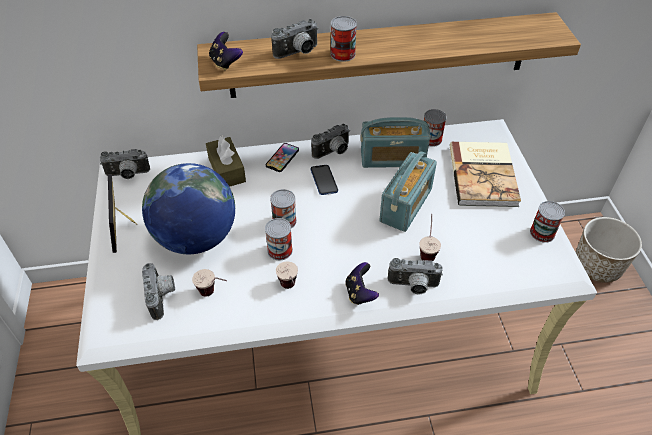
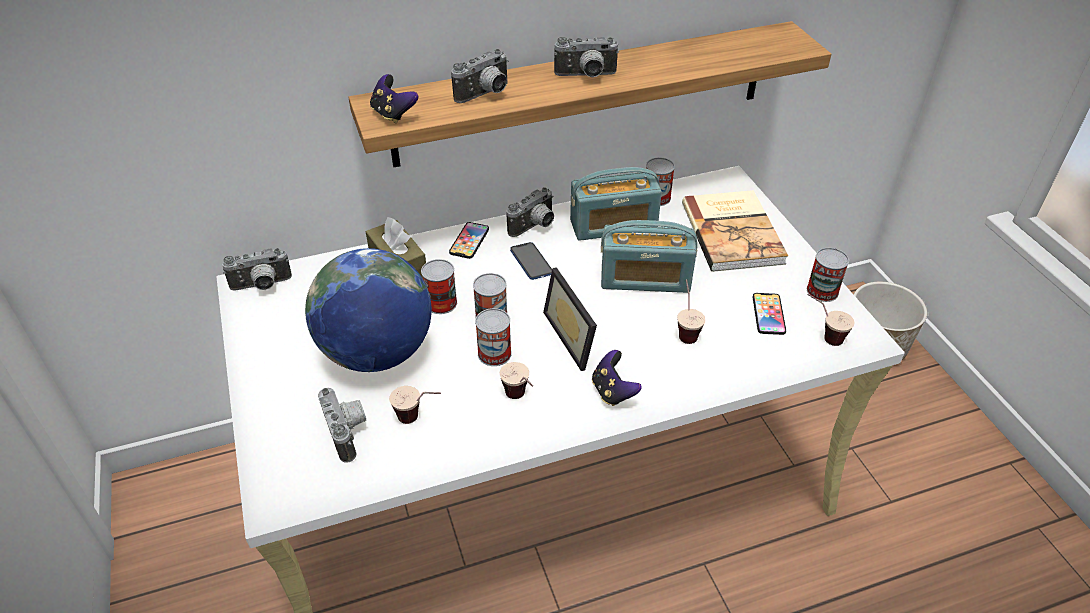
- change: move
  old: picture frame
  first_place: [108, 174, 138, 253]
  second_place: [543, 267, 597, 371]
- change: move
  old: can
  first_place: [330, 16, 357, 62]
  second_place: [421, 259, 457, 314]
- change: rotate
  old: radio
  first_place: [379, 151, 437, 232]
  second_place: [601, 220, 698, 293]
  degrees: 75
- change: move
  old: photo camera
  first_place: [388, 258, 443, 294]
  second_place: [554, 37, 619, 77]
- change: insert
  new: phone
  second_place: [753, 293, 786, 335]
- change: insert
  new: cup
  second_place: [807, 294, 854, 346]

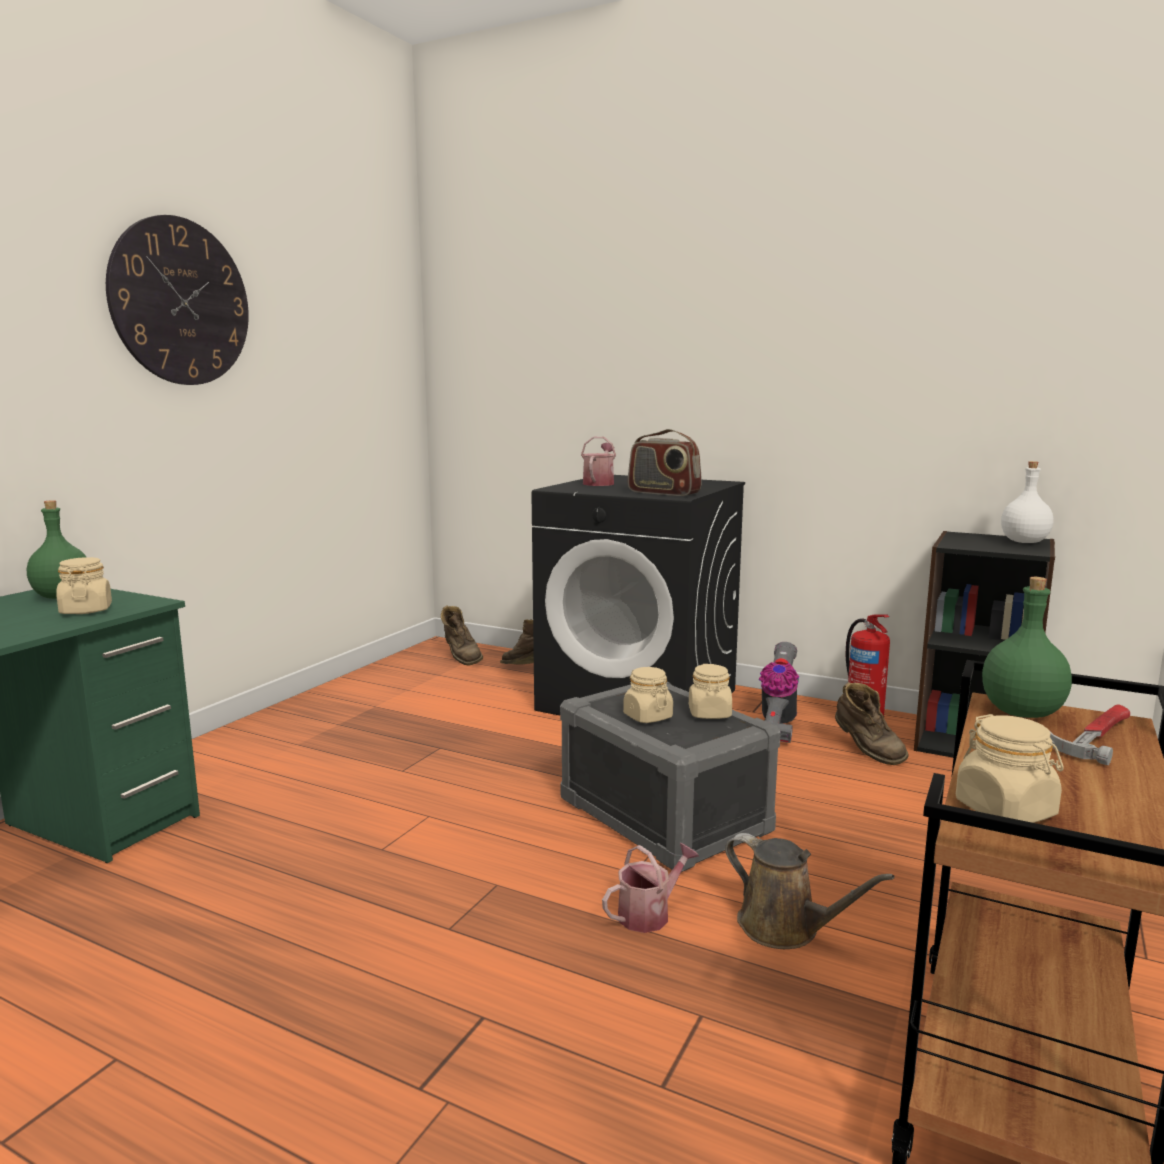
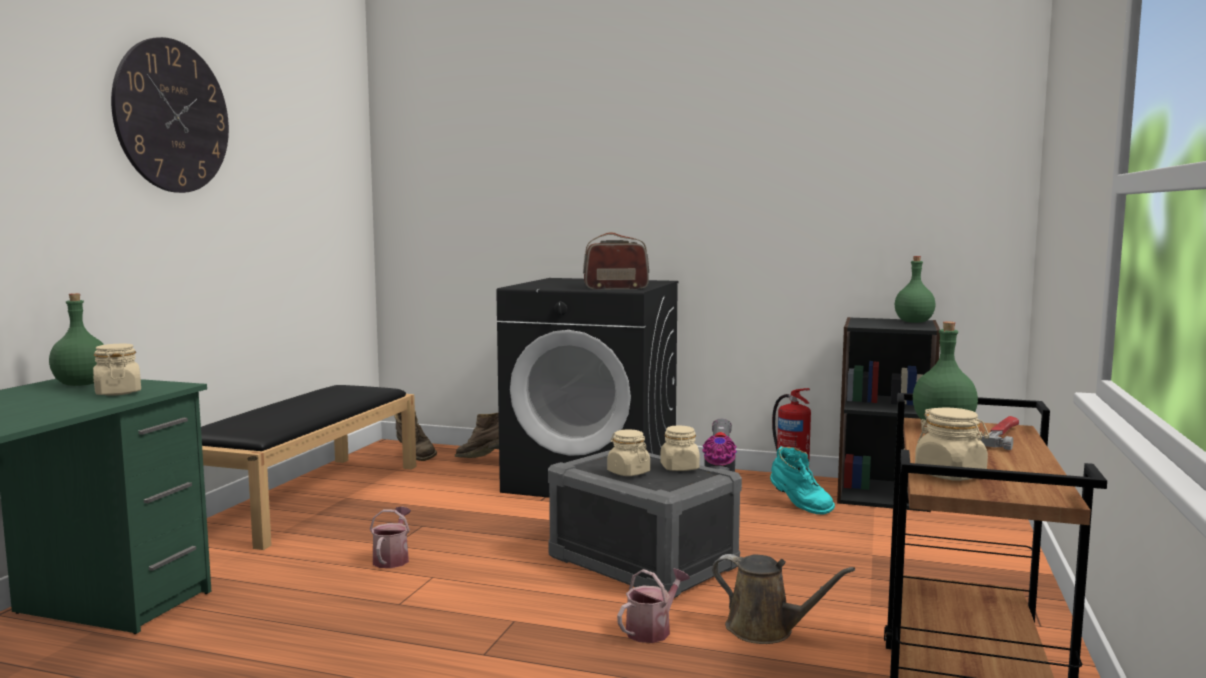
- change: move
  old: watering can
  first_place: [581, 437, 616, 486]
  second_place: [370, 506, 411, 568]
- change: rotate
  old: radio
  first_place: [628, 429, 702, 496]
  second_place: [583, 232, 649, 289]
  degrees: 150
- change: recolor
  old: boot (brown)
  new: boot (turquoise)
  first_place: [835, 682, 909, 765]
  second_place: [770, 446, 835, 515]
- change: recolor
  old: bottle (white)
  new: bottle (green)
  first_place: [1001, 461, 1054, 543]
  second_place: [895, 256, 935, 323]
- change: insert
  new: bench (black)
  second_place: [201, 385, 416, 550]

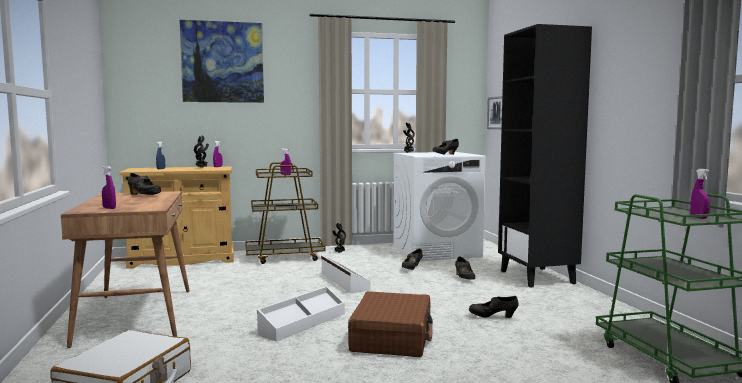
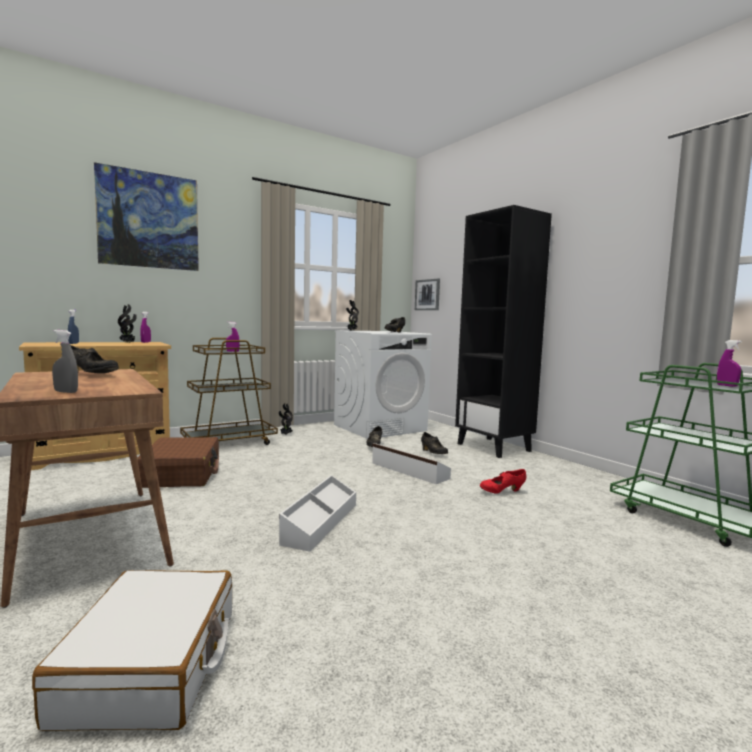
- change: recolor
  old: spray bottle (purple)
  new: spray bottle (grey)
  first_place: [102, 166, 116, 209]
  second_place: [52, 330, 78, 393]
- change: move
  old: storage box (white)
  first_place: [321, 256, 370, 293]
  second_place: [372, 443, 451, 484]
- change: move
  old: suitcase (brown)
  first_place: [348, 291, 433, 357]
  second_place: [137, 437, 219, 488]
- change: recolor
  old: shoe (black)
  new: shoe (red)
  first_place: [469, 296, 519, 318]
  second_place: [480, 469, 526, 494]

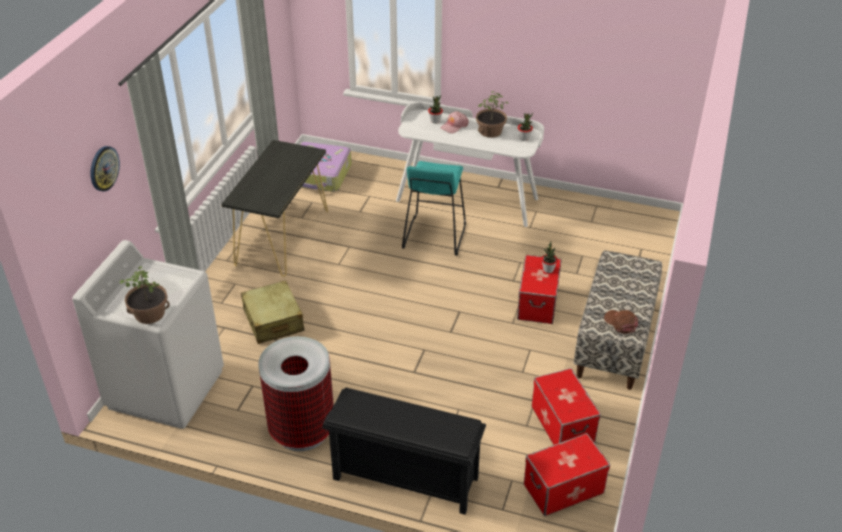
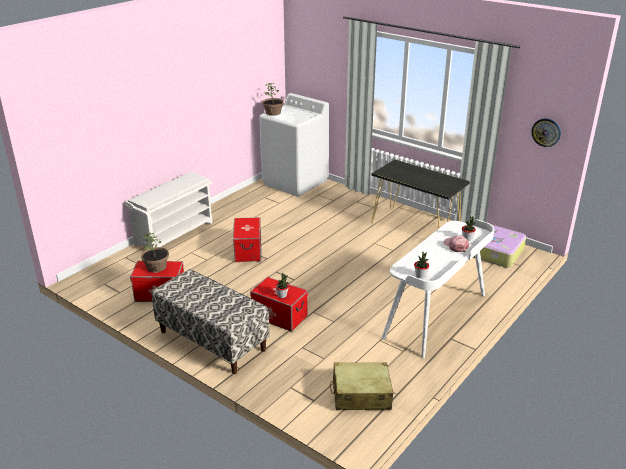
- change: move
  old: wall clock
  first_place: [90, 146, 120, 192]
  second_place: [531, 118, 561, 147]
- change: move
  old: suitcase (beige)
  first_place: [241, 280, 305, 344]
  second_place: [330, 362, 393, 410]
- change: delete
  old: trash can
  first_place: [258, 336, 334, 451]
- change: recolor
  old: shoe rack (black)
  new: shoe rack (white)
  first_place: [323, 387, 486, 515]
  second_place: [125, 172, 213, 248]
- change: delete
  old: stool (turquoise)
  first_place: [402, 161, 466, 256]
- change: move
  old: potted plant
  first_place: [476, 91, 508, 138]
  second_place: [141, 233, 169, 272]
- change: move
  old: storage box
  first_place: [524, 433, 610, 516]
  second_place: [233, 217, 261, 262]
- change: delete
  old: cap (brown)
  first_place: [604, 310, 638, 334]

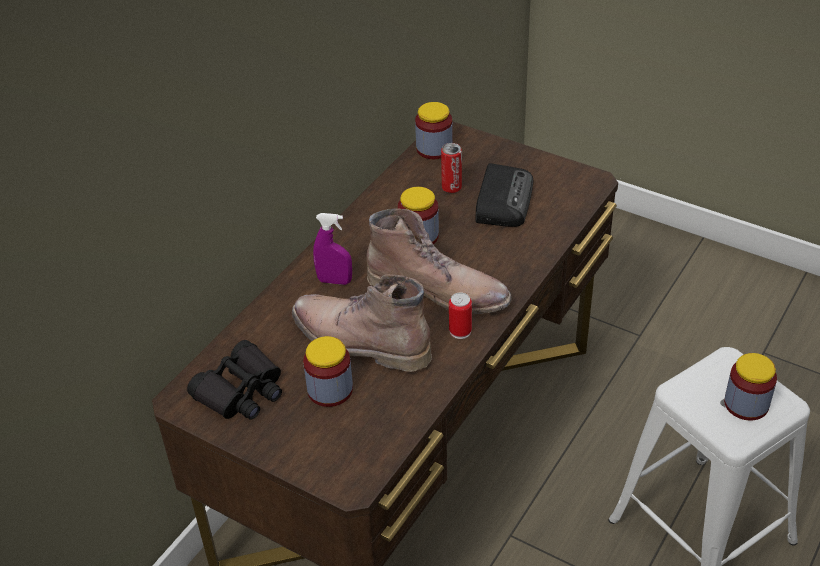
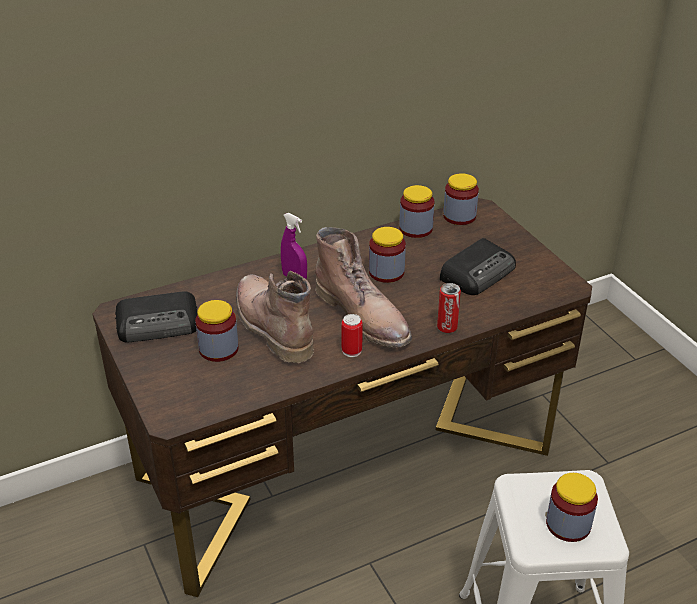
- change: replace
  old: binoculars (black)
  new: radio
  first_place: [187, 340, 282, 420]
  second_place: [115, 291, 198, 343]
- change: move
  old: can
  first_place: [441, 143, 462, 193]
  second_place: [437, 283, 461, 333]
- change: insert
  new: jar
  second_place: [399, 185, 435, 238]

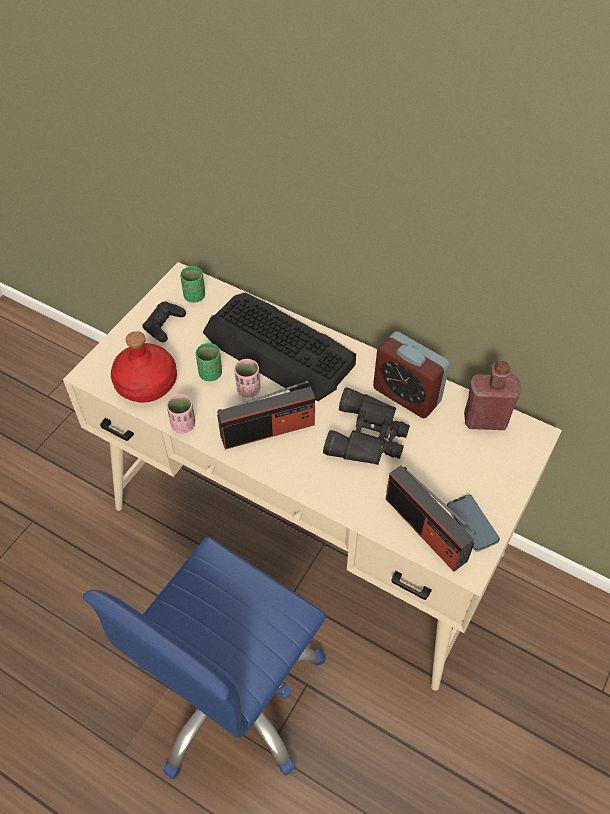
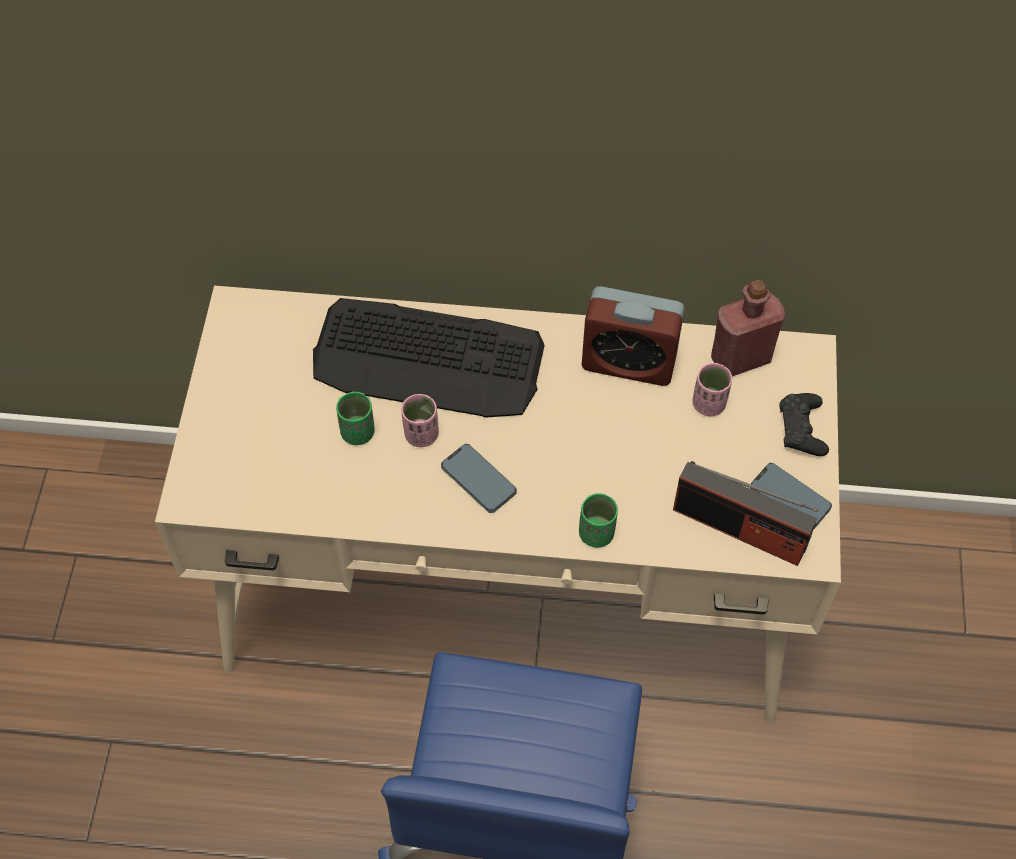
- change: delete
  old: bottle (red)
  first_place: [111, 331, 177, 402]
- change: move
  old: game controller (black)
  first_place: [142, 301, 186, 342]
  second_place: [779, 393, 829, 456]
- change: move
  old: cup (pink)
  first_place: [167, 394, 195, 433]
  second_place: [692, 363, 732, 416]
- change: move
  old: cup (green)
  first_place: [180, 266, 205, 303]
  second_place: [579, 493, 618, 548]
- change: replace
  old: radio
  new: phone
  first_place: [217, 381, 315, 449]
  second_place: [441, 444, 517, 513]
- change: delete
  old: binoculars (black)
  first_place: [323, 387, 410, 465]

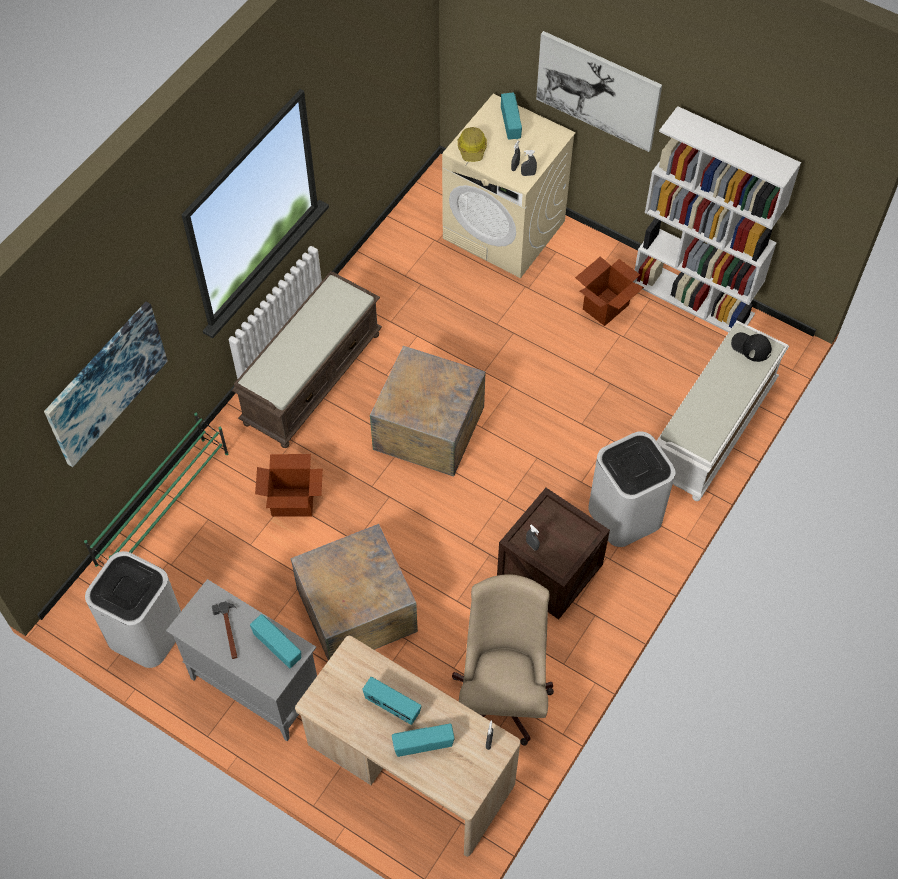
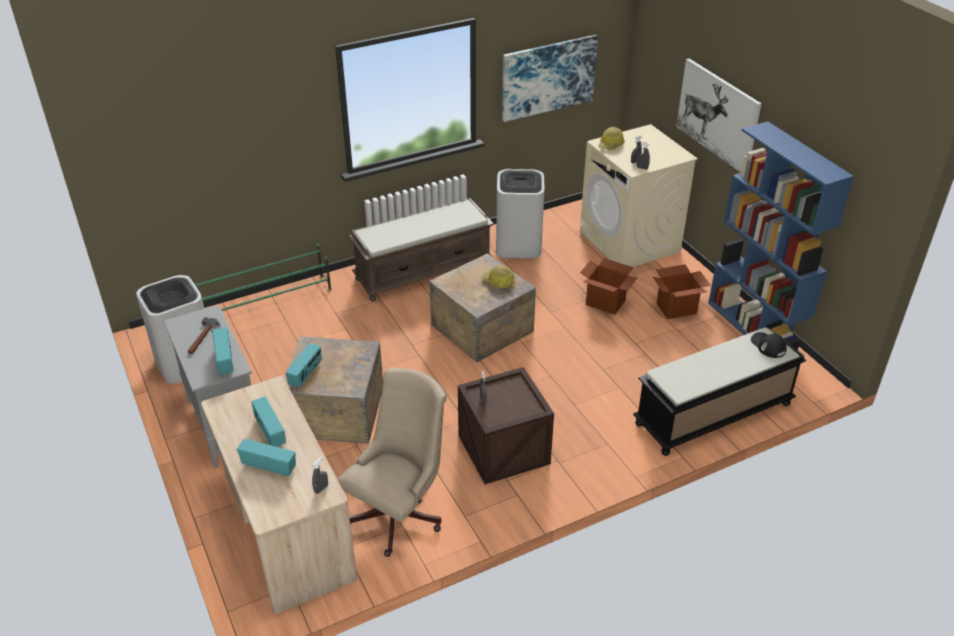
- change: move
  old: picture
  first_place: [44, 302, 168, 467]
  second_place: [502, 35, 598, 122]
- change: move
  old: cardboard box
  first_place: [255, 454, 323, 517]
  second_place: [580, 258, 637, 315]
- change: move
  old: radio
  first_place: [501, 93, 522, 140]
  second_place: [285, 343, 322, 388]
- change: move
  old: trash can (white)
  first_place: [588, 431, 675, 547]
  second_place: [496, 169, 545, 259]
- change: recolor
  old: bookcase (white)
  new: bookcase (blue)
  first_place: [633, 106, 801, 333]
  second_place: [708, 121, 854, 355]
- change: recolor
  old: bench (white)
  new: bench (black)
  first_place: [657, 320, 789, 501]
  second_place: [633, 327, 806, 456]
- change: insert
  new: hard hat
  second_place: [482, 265, 515, 288]

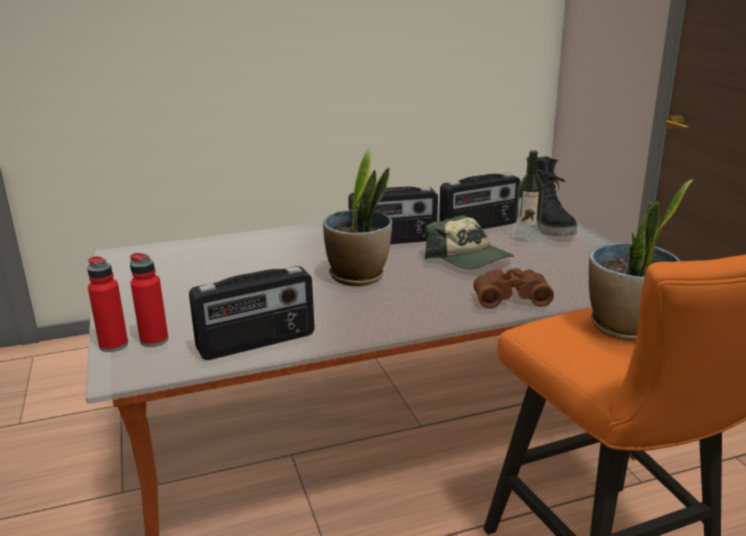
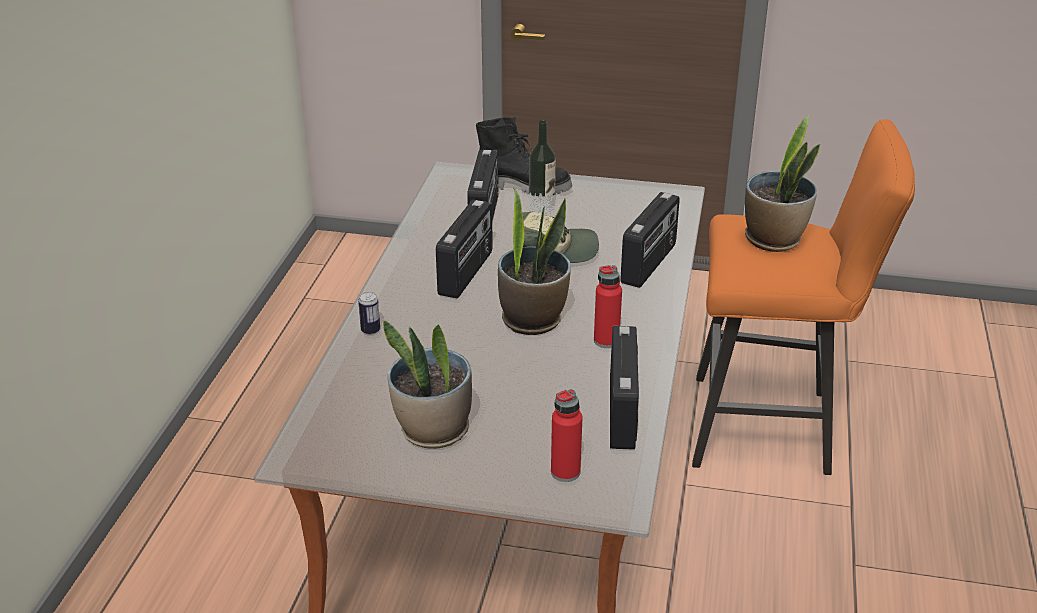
- change: move
  old: bottle (red)
  first_place: [87, 256, 128, 352]
  second_place: [594, 265, 622, 348]
- change: replace
  old: binoculars (brown)
  new: radio
  first_place: [473, 268, 554, 308]
  second_place: [620, 192, 680, 288]
- change: insert
  new: can
  second_place: [358, 292, 380, 335]
- change: insert
  new: potted plant
  second_place: [383, 320, 472, 449]

